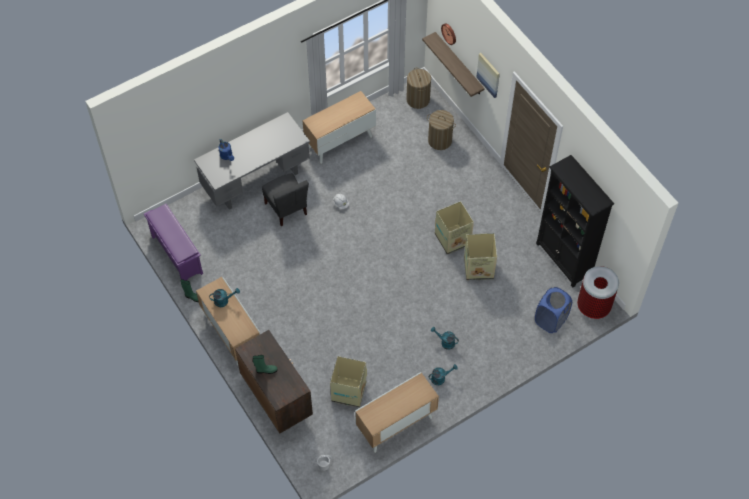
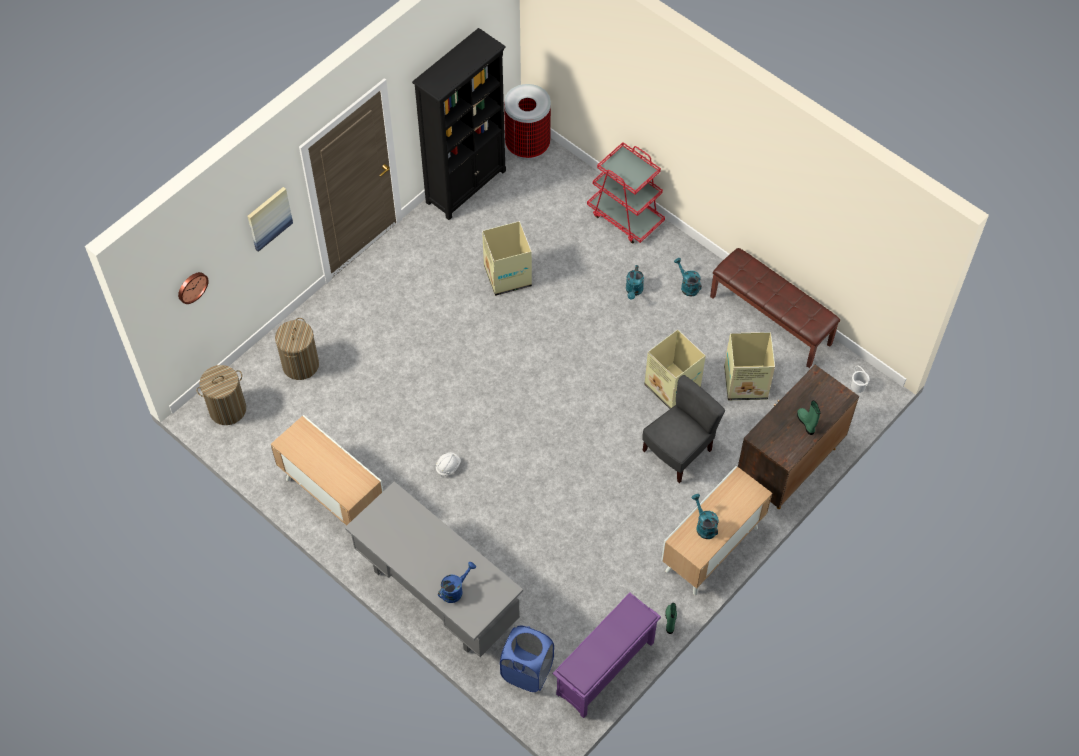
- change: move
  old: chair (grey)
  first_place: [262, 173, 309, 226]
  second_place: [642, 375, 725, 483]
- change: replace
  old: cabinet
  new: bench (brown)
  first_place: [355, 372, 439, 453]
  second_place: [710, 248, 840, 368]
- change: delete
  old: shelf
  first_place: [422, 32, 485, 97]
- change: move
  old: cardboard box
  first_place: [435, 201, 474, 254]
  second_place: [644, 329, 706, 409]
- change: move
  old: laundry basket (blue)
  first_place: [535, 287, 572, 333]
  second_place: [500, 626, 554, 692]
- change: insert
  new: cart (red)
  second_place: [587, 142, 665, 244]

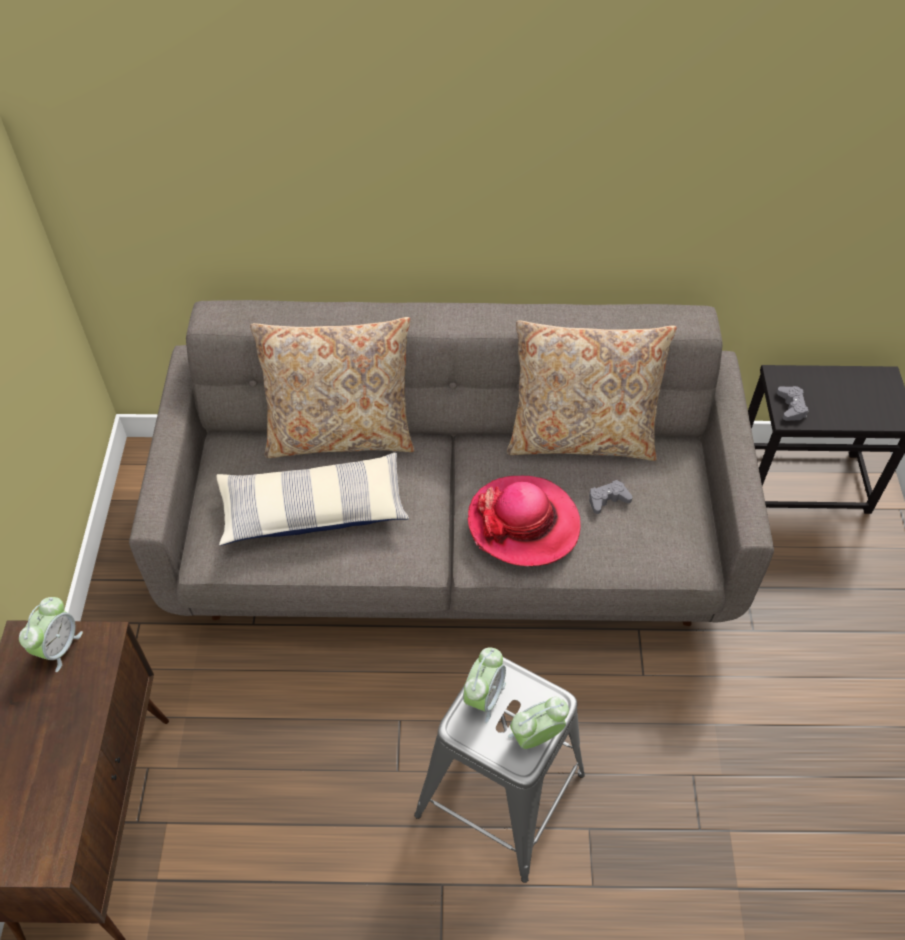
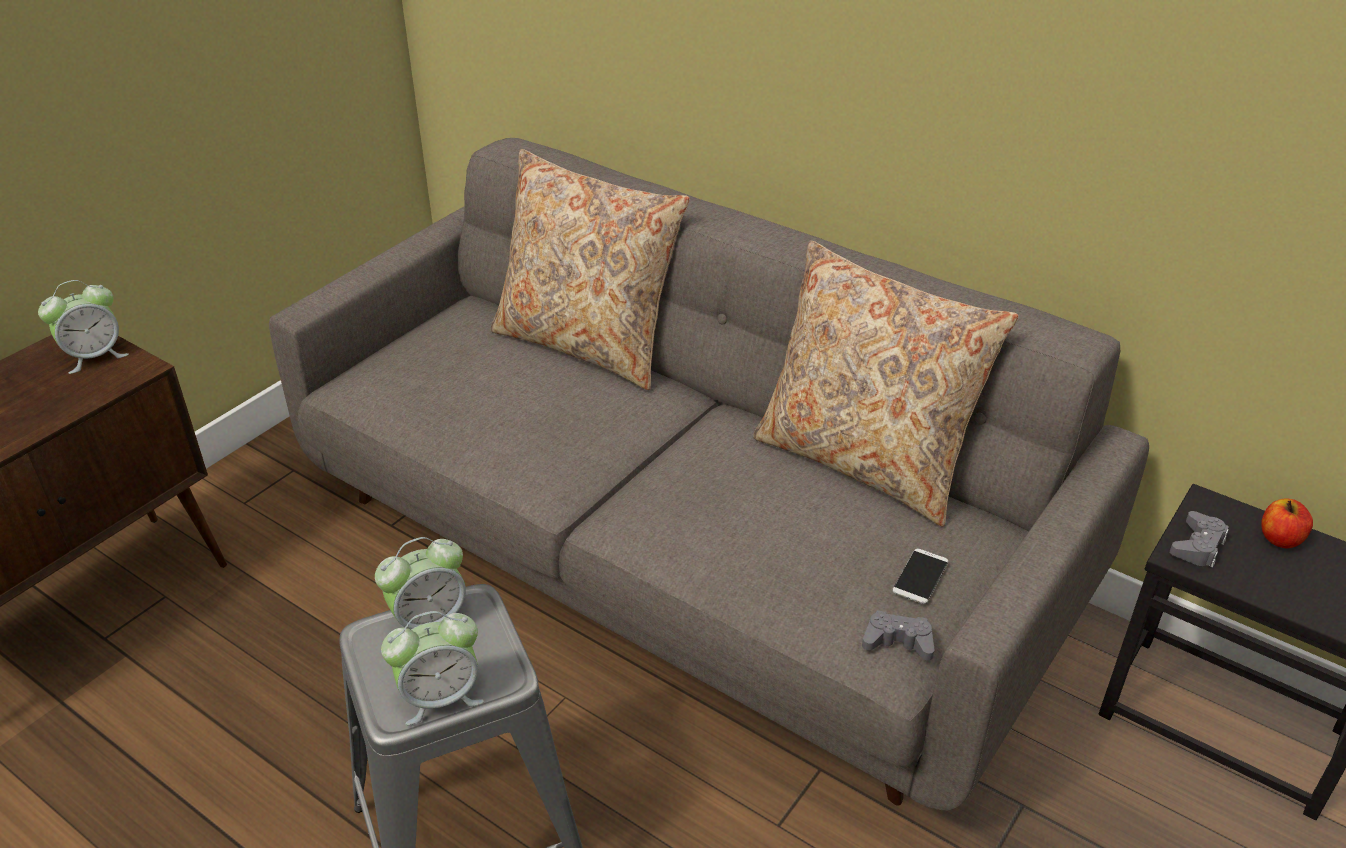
- change: delete
  old: pillow
  first_place: [216, 453, 409, 546]
- change: delete
  old: hat
  first_place: [468, 475, 581, 566]
- change: rotate
  old: alarm clock
  first_place: [508, 697, 569, 749]
  second_place: [381, 611, 484, 725]
  degrees: 150
- change: move
  old: game controller (grey)
  first_place: [589, 480, 632, 514]
  second_place: [862, 610, 935, 660]
- change: insert
  new: phone
  second_place: [892, 548, 948, 604]
- change: insert
  new: apple
  second_place: [1261, 499, 1313, 548]

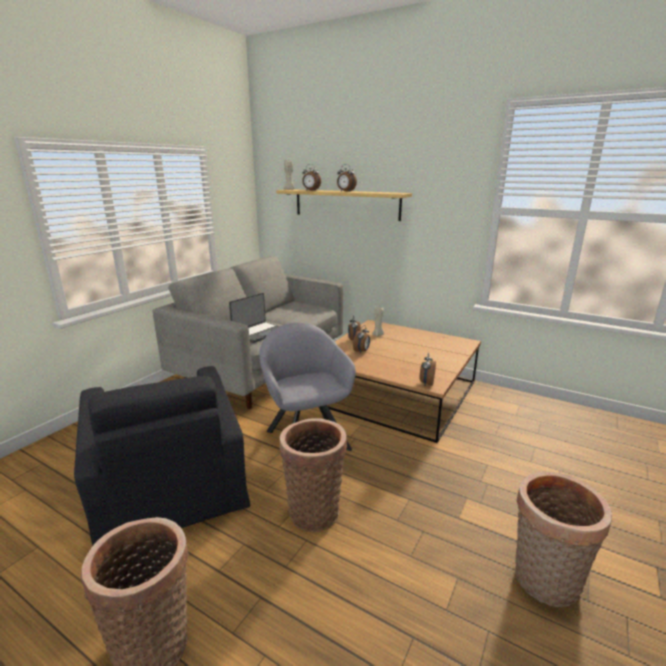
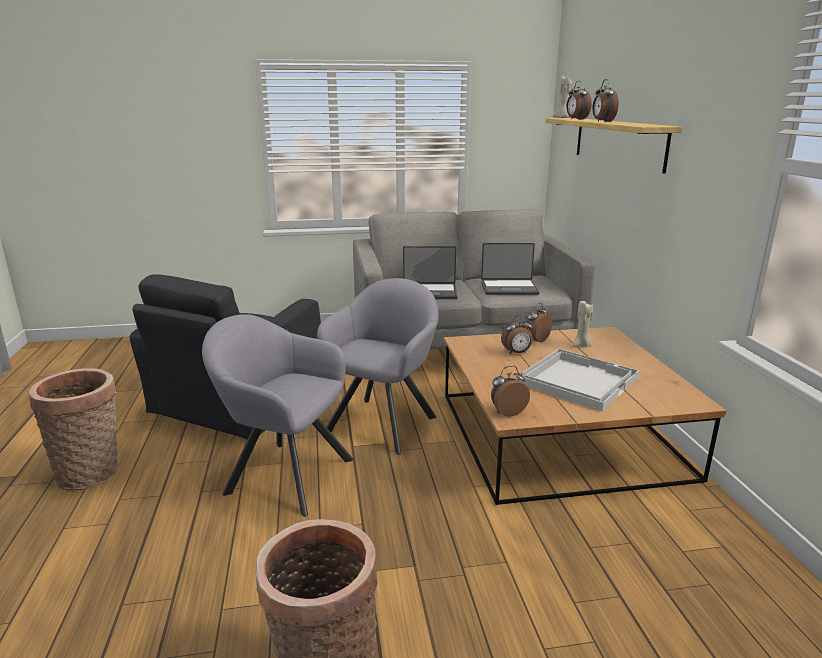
- change: replace
  old: basket
  new: armchair (grey)
  first_place: [280, 418, 347, 532]
  second_place: [202, 314, 353, 517]
- change: insert
  new: laptop
  second_place: [481, 243, 540, 295]
- change: insert
  new: tray (white)
  second_place: [517, 349, 639, 411]

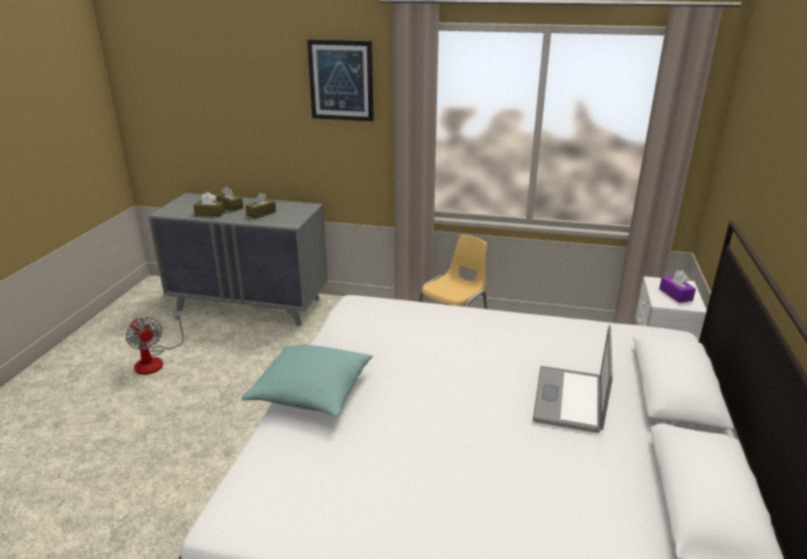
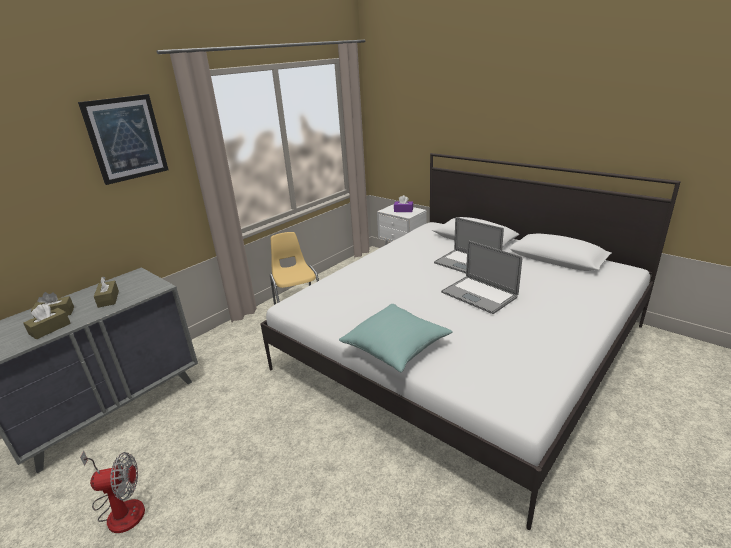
- change: insert
  new: laptop
  second_place: [441, 240, 522, 314]

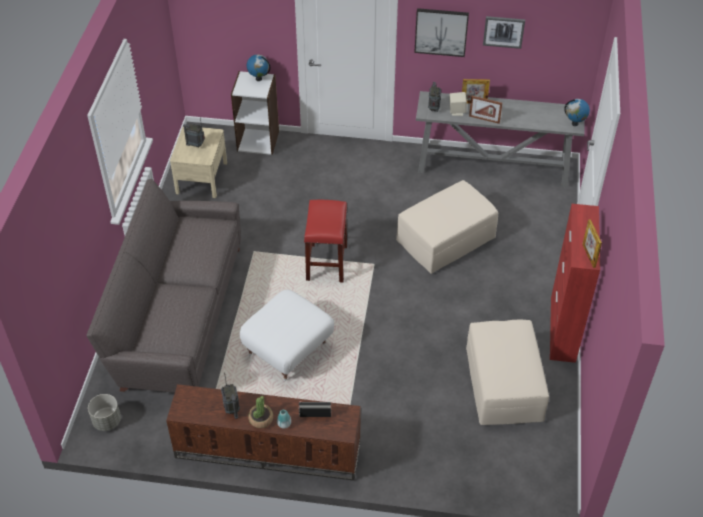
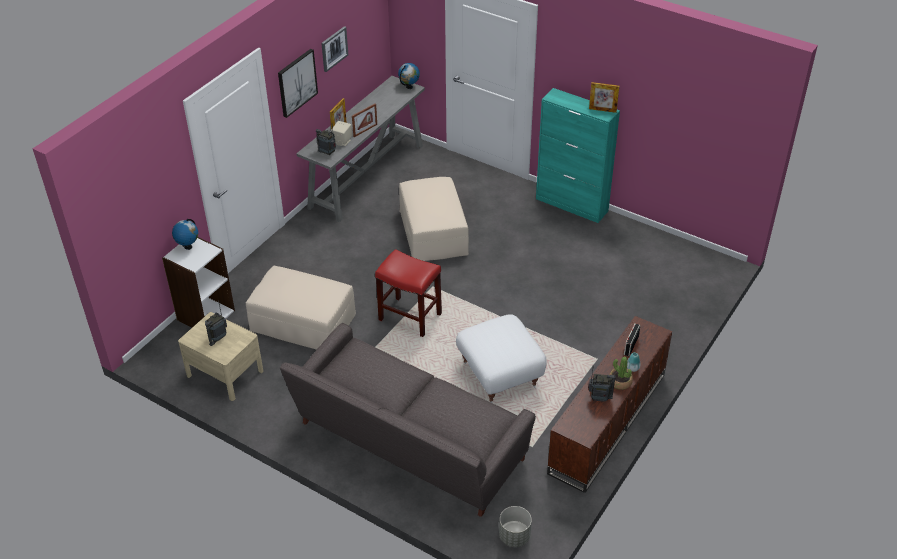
- change: move
  old: ottoman (beige)
  first_place: [466, 320, 549, 425]
  second_place: [246, 266, 356, 350]
- change: recolor
  old: cabinet (red)
  new: cabinet (turquoise)
  first_place: [550, 204, 600, 363]
  second_place: [536, 88, 620, 223]

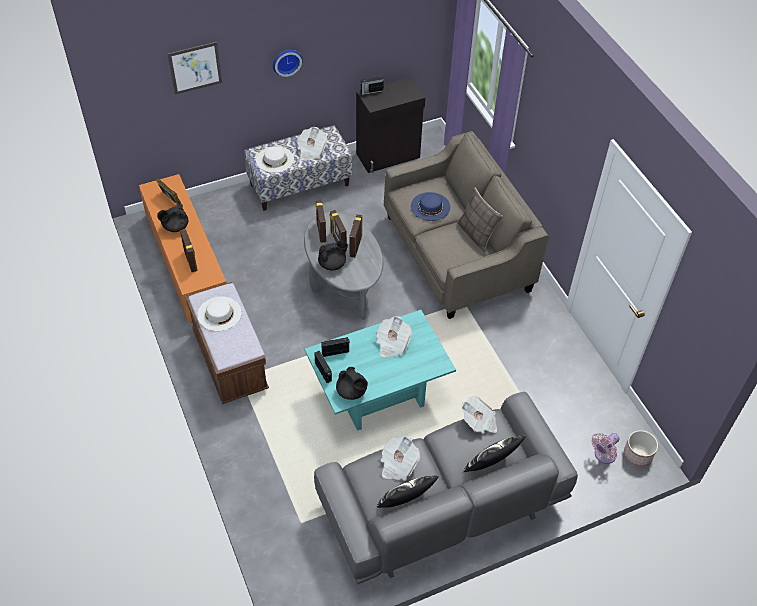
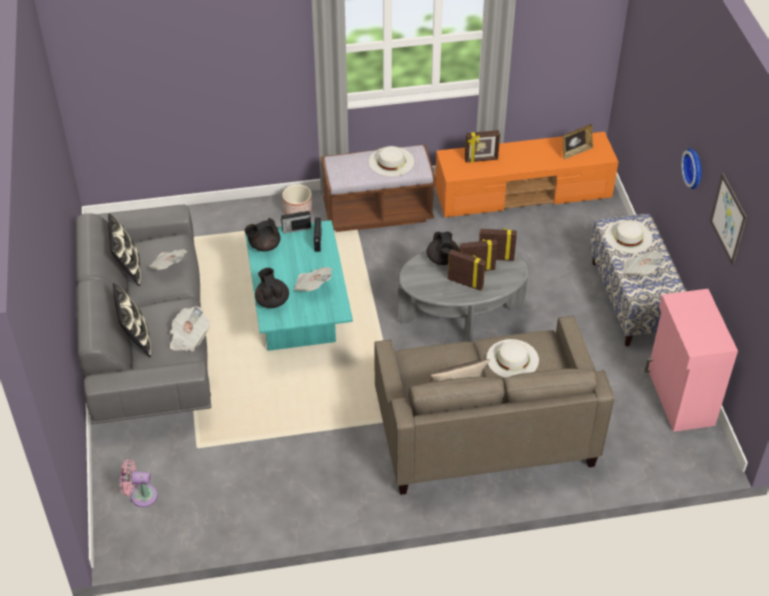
- change: move
  old: teapot (black)
  first_place: [157, 204, 188, 232]
  second_place: [255, 268, 289, 308]
- change: move
  old: picture
  first_place: [168, 42, 222, 95]
  second_place: [710, 173, 747, 265]
- change: recolor
  old: cabinet (black)
  new: cabinet (pink)
  first_place: [356, 77, 425, 173]
  second_place: [645, 289, 738, 432]
- change: delete
  old: radio
  first_place: [360, 75, 384, 95]
- change: recolor
  old: hat (blue)
  new: hat (white)
  first_place: [411, 192, 450, 221]
  second_place: [487, 339, 539, 378]
- change: rotate
  old: fan (pink)
  first_place: [591, 433, 620, 464]
  second_place: [120, 459, 158, 507]
  degrees: -60
- change: move
  old: planter
  first_place: [624, 430, 658, 466]
  second_place: [282, 185, 312, 215]

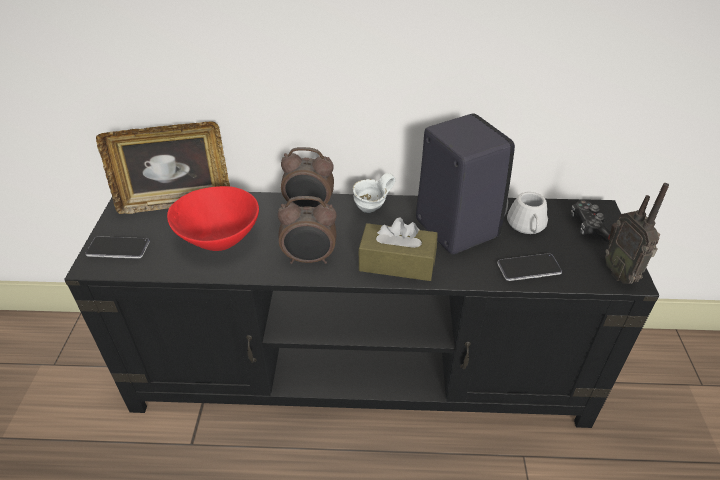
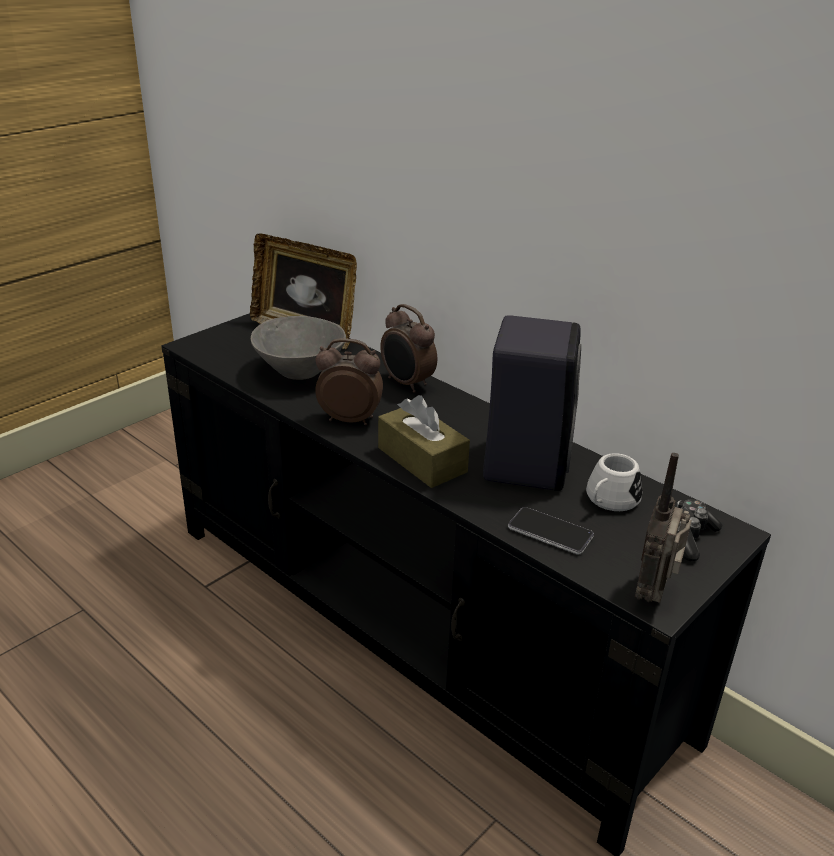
- change: delete
  old: phone
  first_place: [85, 236, 150, 259]
- change: recolor
  old: bowl (red)
  new: bowl (grey)
  first_place: [167, 186, 259, 251]
  second_place: [251, 316, 346, 380]
- change: rotate
  old: alarm clock
  first_place: [278, 196, 337, 264]
  second_place: [315, 338, 383, 425]
  degrees: 150
- change: delete
  old: mug (white)
  first_place: [353, 173, 395, 213]

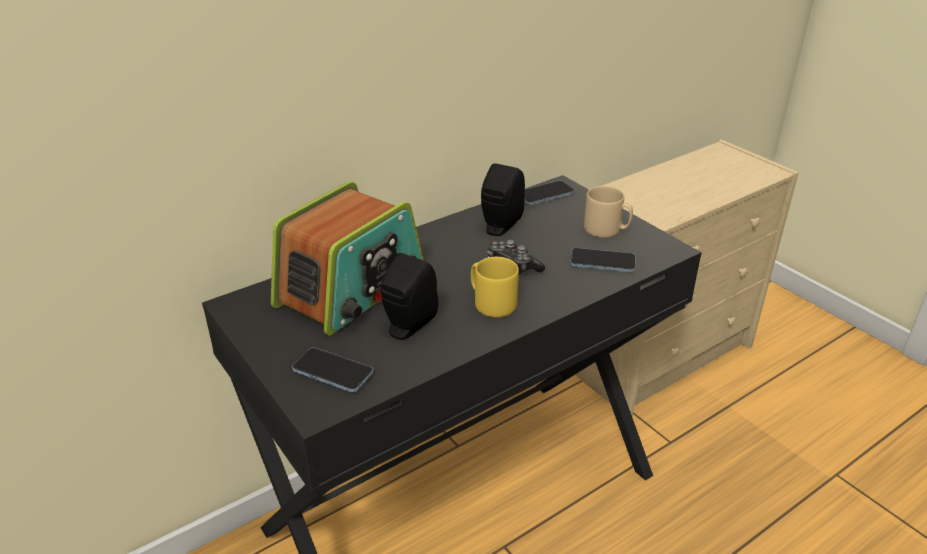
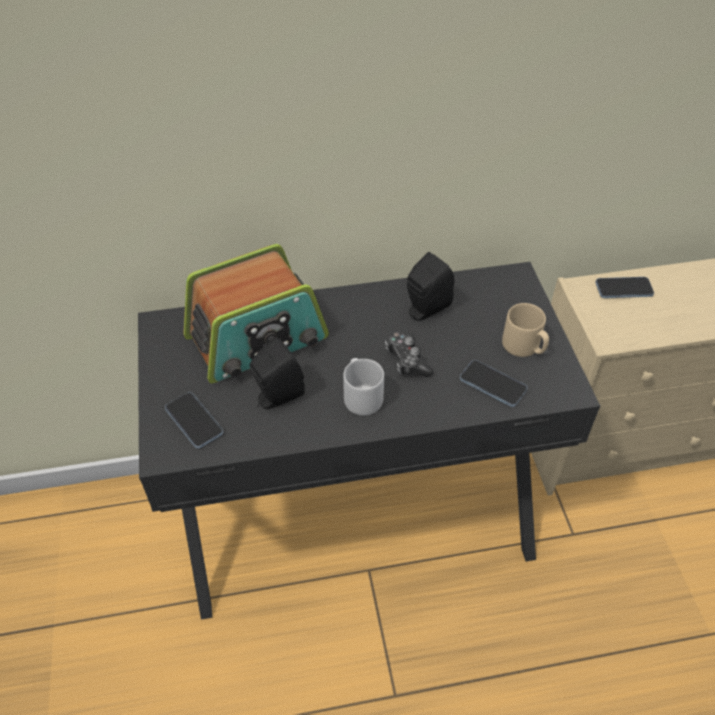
- change: recolor
  old: mug (yellow)
  new: mug (grey)
  first_place: [471, 257, 519, 317]
  second_place: [343, 358, 384, 416]
- change: move
  old: phone
  first_place: [524, 181, 574, 205]
  second_place: [595, 277, 654, 298]

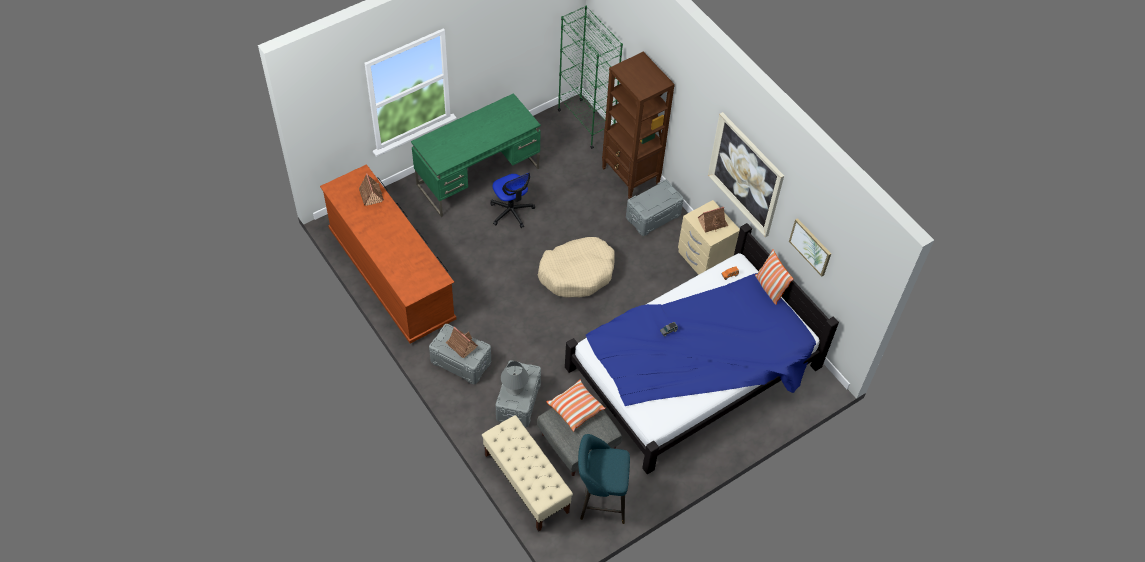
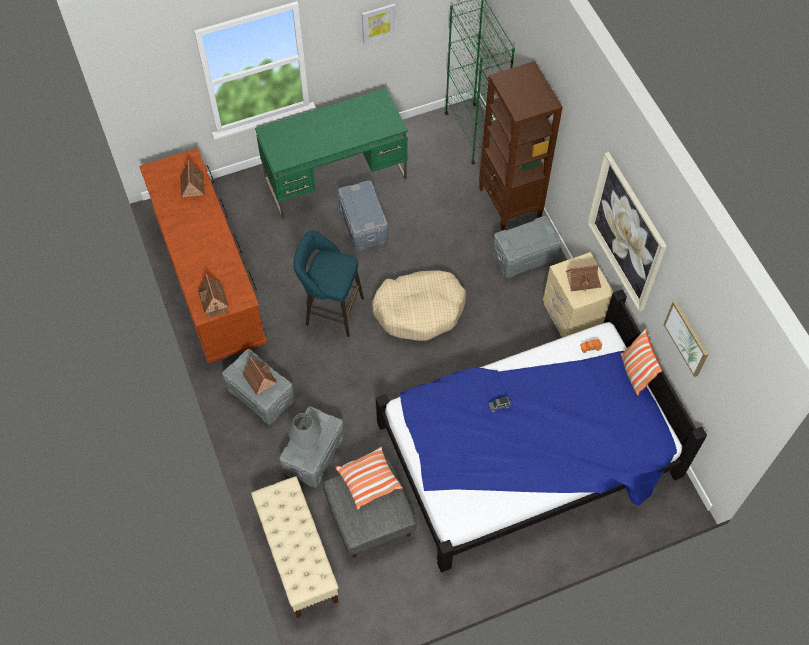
- change: replace
  old: office chair
  new: storage box (grey)
  first_place: [490, 173, 535, 228]
  second_place: [338, 180, 388, 251]
- change: move
  old: stool (turquoise)
  first_place: [578, 434, 630, 524]
  second_place: [293, 231, 364, 337]
- change: insert
  new: toy house
  second_place: [198, 274, 229, 318]
- change: insert
  new: picture
  second_place: [362, 4, 396, 44]

